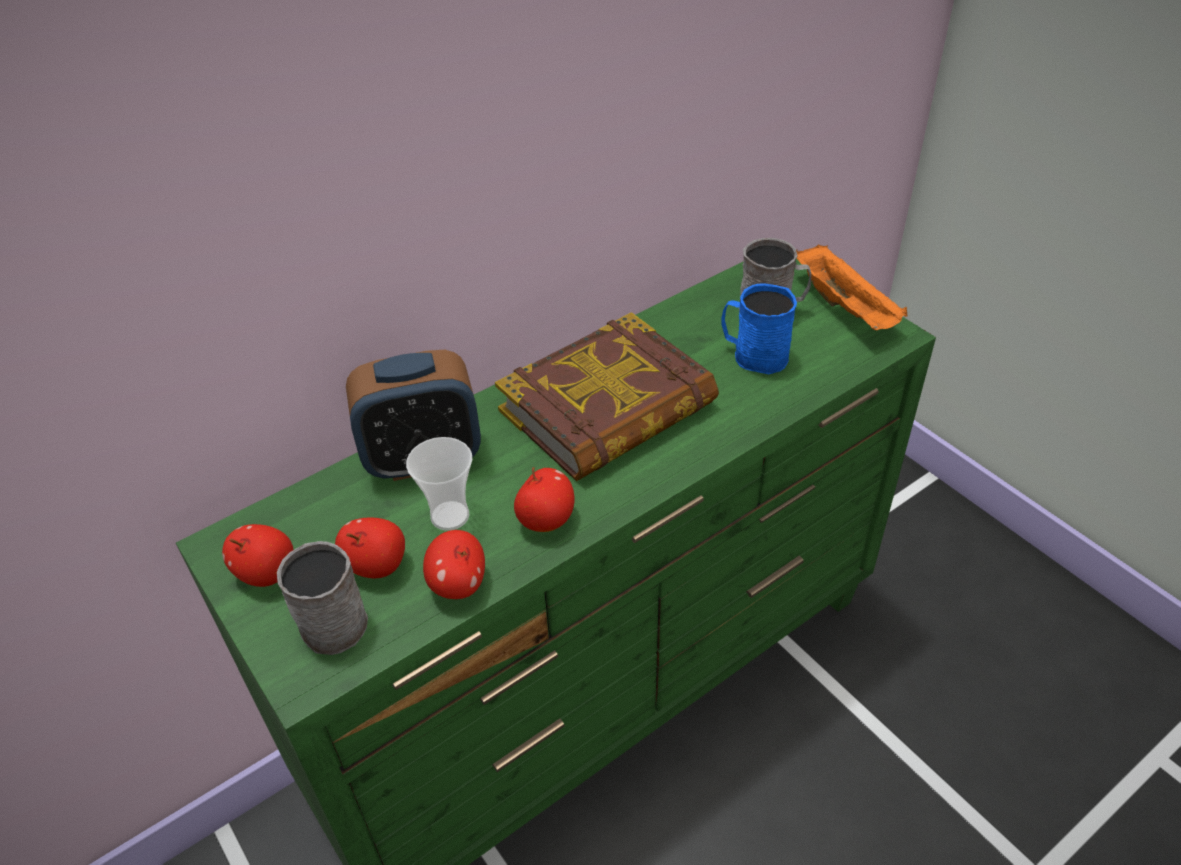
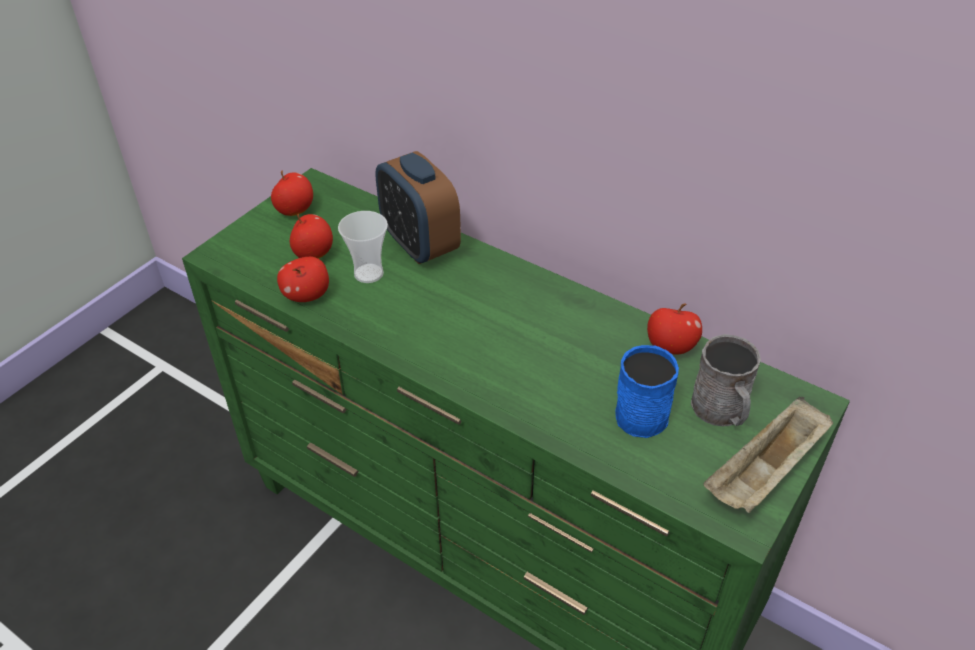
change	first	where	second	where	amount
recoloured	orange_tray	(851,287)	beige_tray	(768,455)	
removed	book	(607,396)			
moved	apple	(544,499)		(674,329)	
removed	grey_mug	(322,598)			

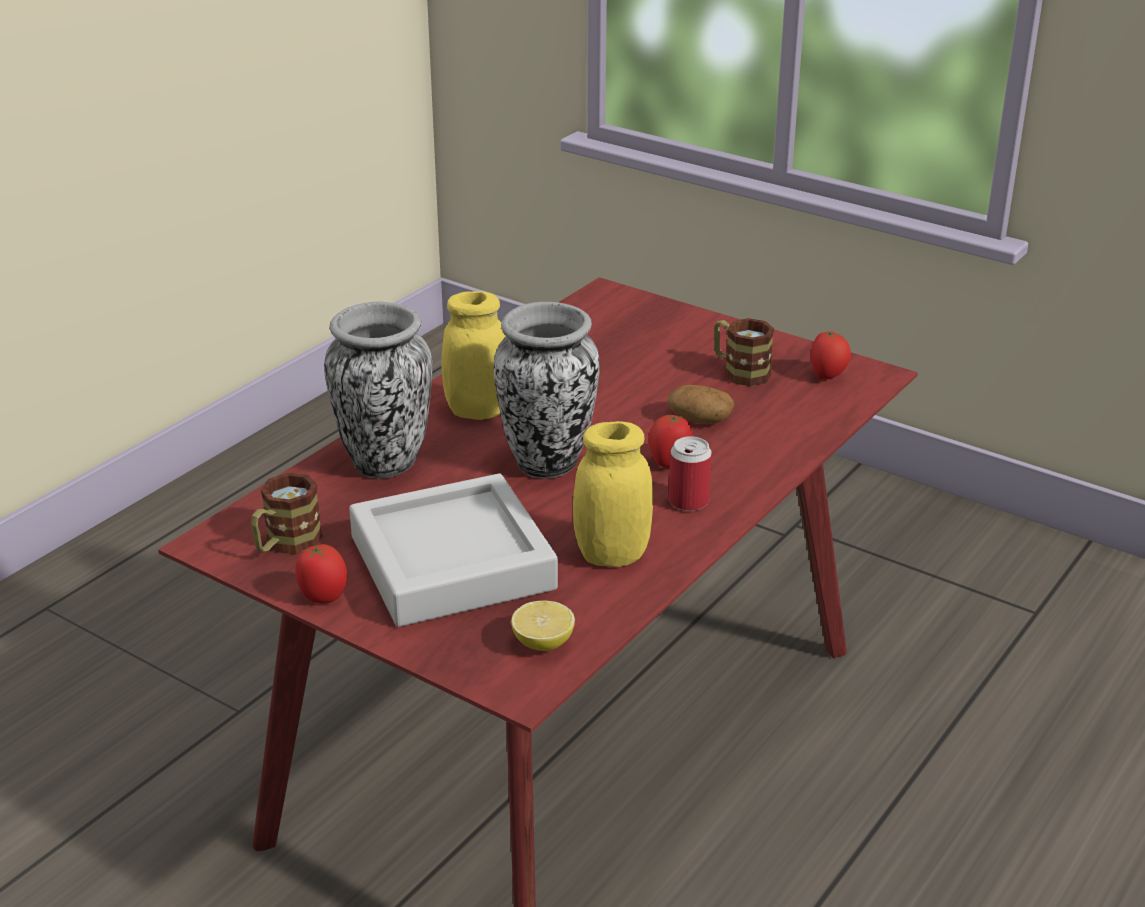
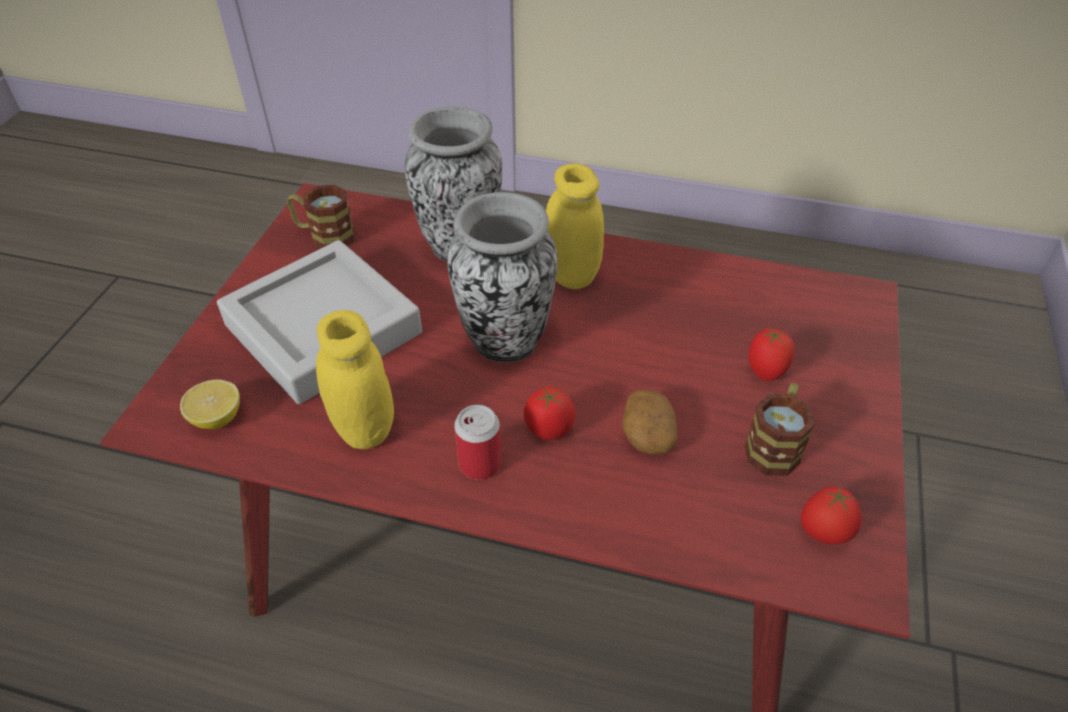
change	first	where	second	where	amount
moved	tomato	(321,573)		(772,354)	

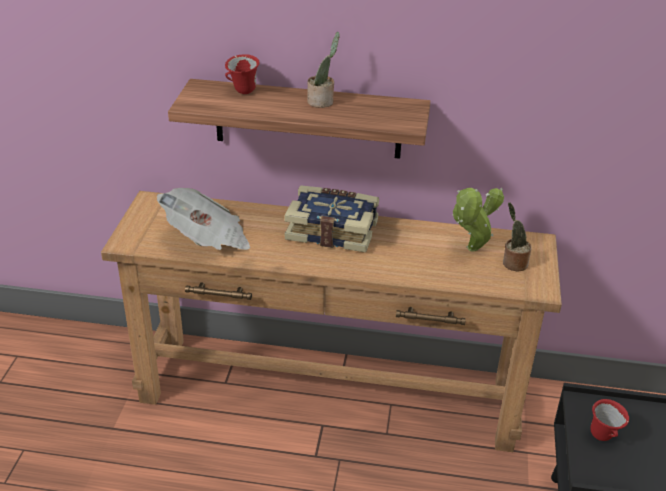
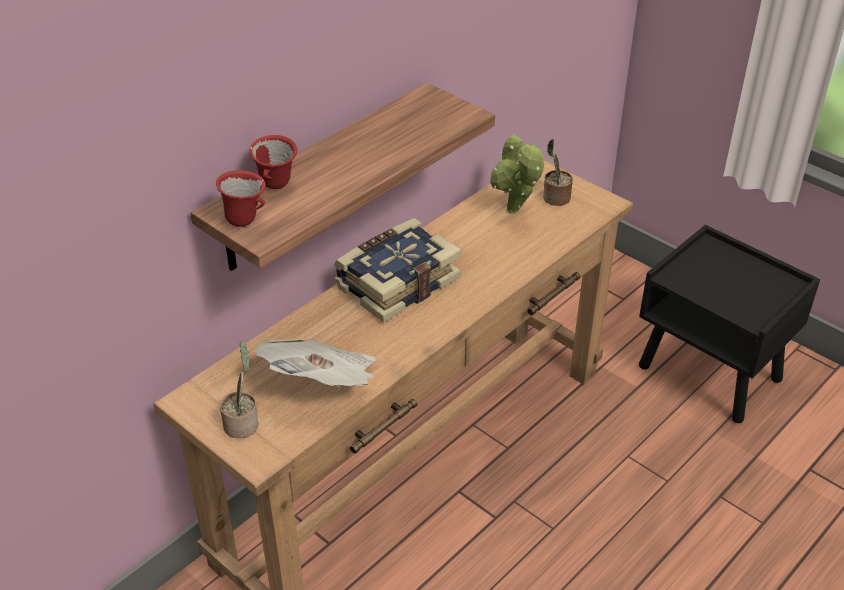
change	first	where	second	where	amount
moved	potted_plant	(323,70)		(239,389)	
moved	red_mug	(610,420)		(241,198)	

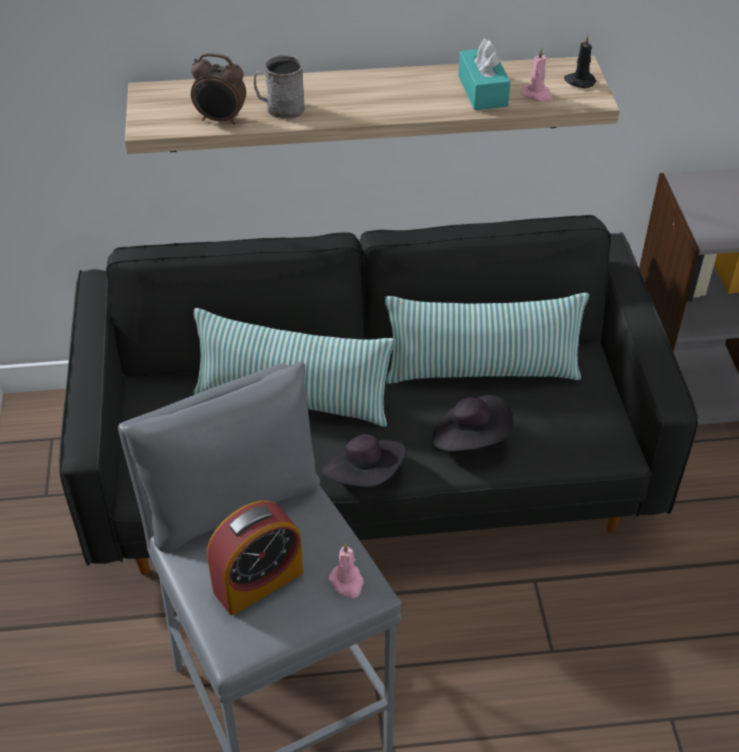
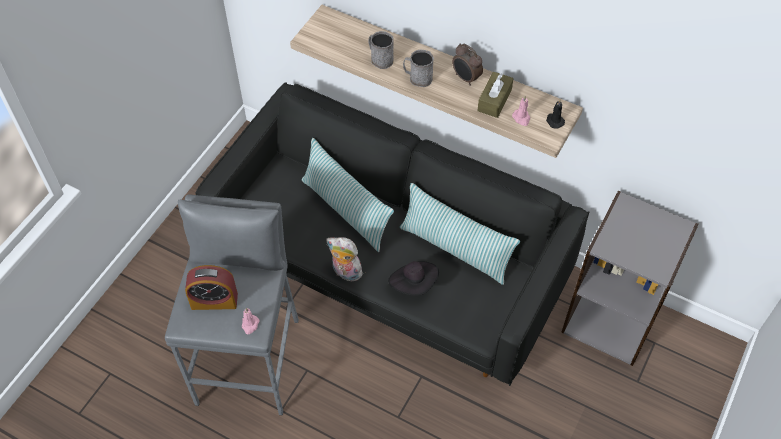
change	first	where	second	where	amount
recoloured	turquoise_tissue_box	(484,74)	brown_tissue_box	(495,95)	
moved	alarm_clock	(218,89)		(467,65)	
replaced	black_hat	(363,460)	plush_toy	(345,260)	
added			grey_mug	(418,68)	

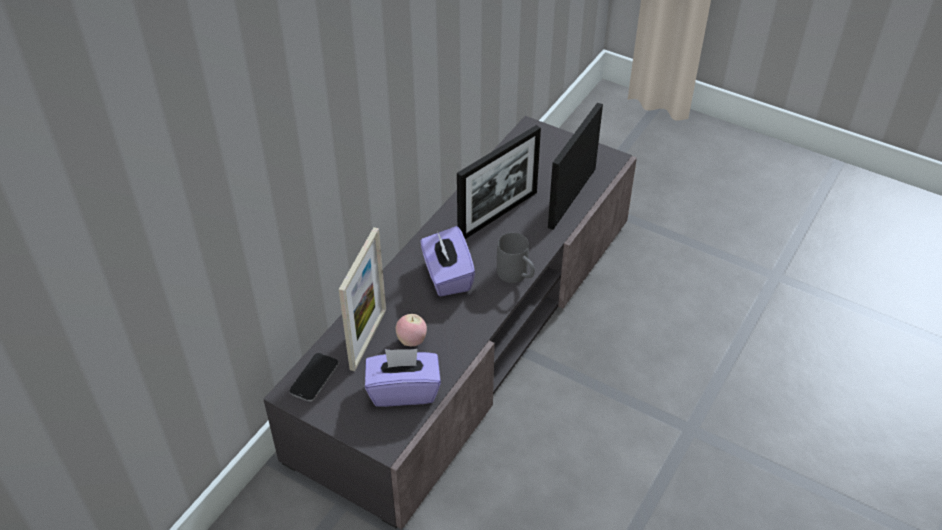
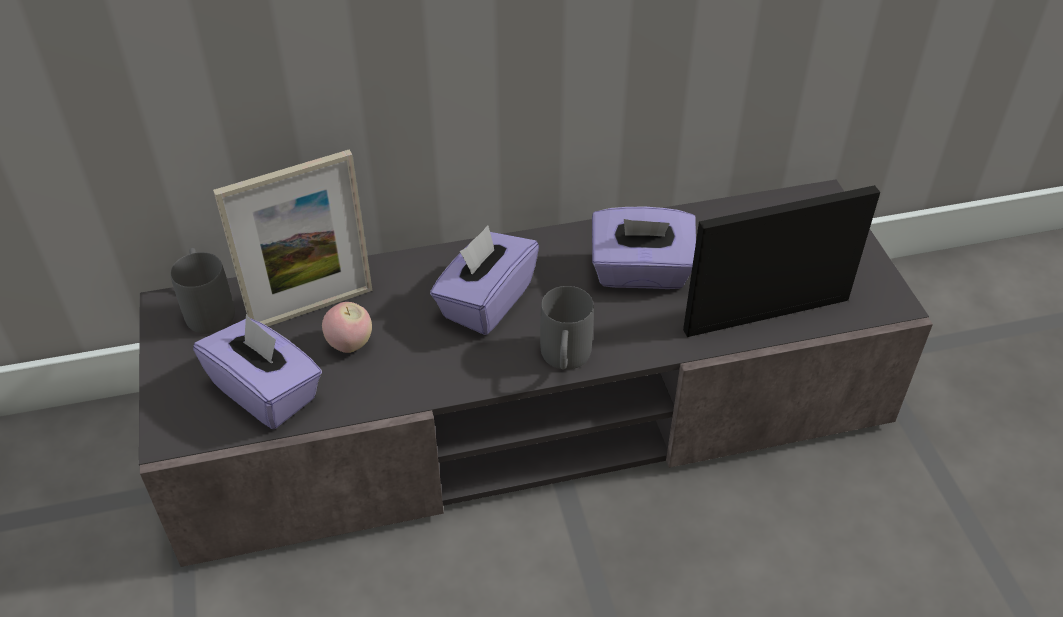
change	first	where	second	where	amount
replaced	picture_frame	(499,182)	purple_tissue_box	(644,247)	
replaced	phone	(314,377)	grey_mug	(202,291)	

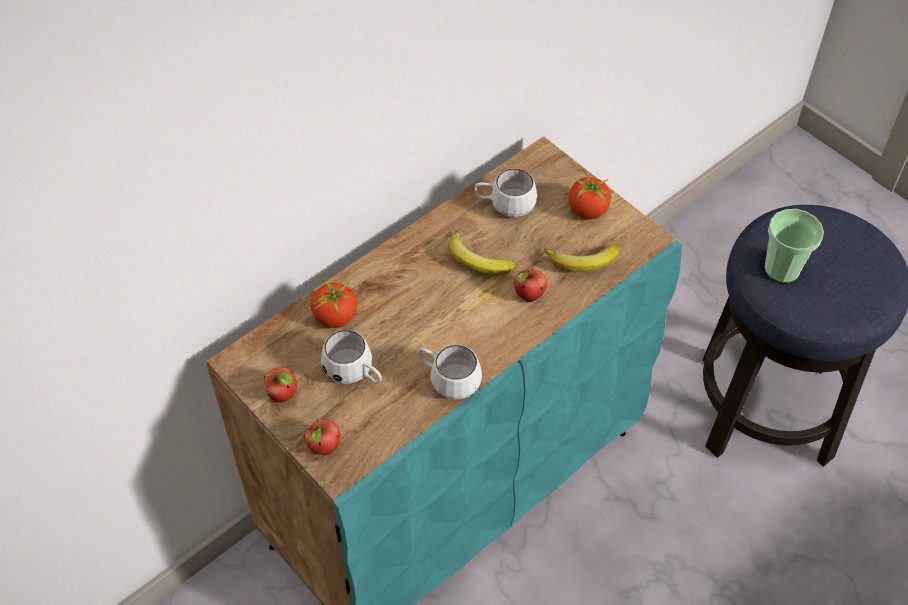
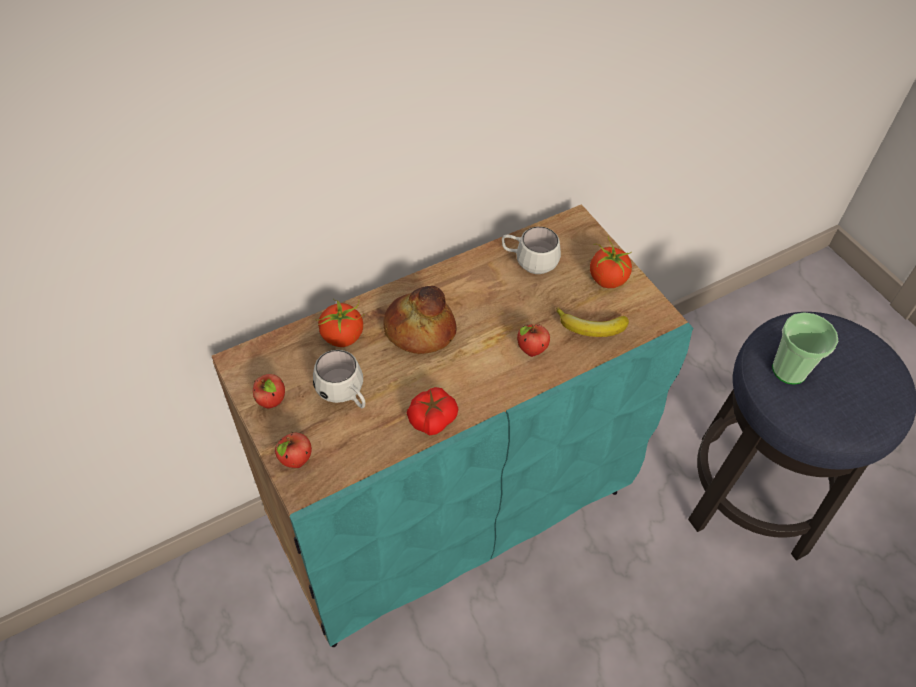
change	first	where	second	where	amount
removed	banana	(482,252)			
replaced	white_mug	(450,372)	tomato	(432,411)	
added			bread	(419,320)	

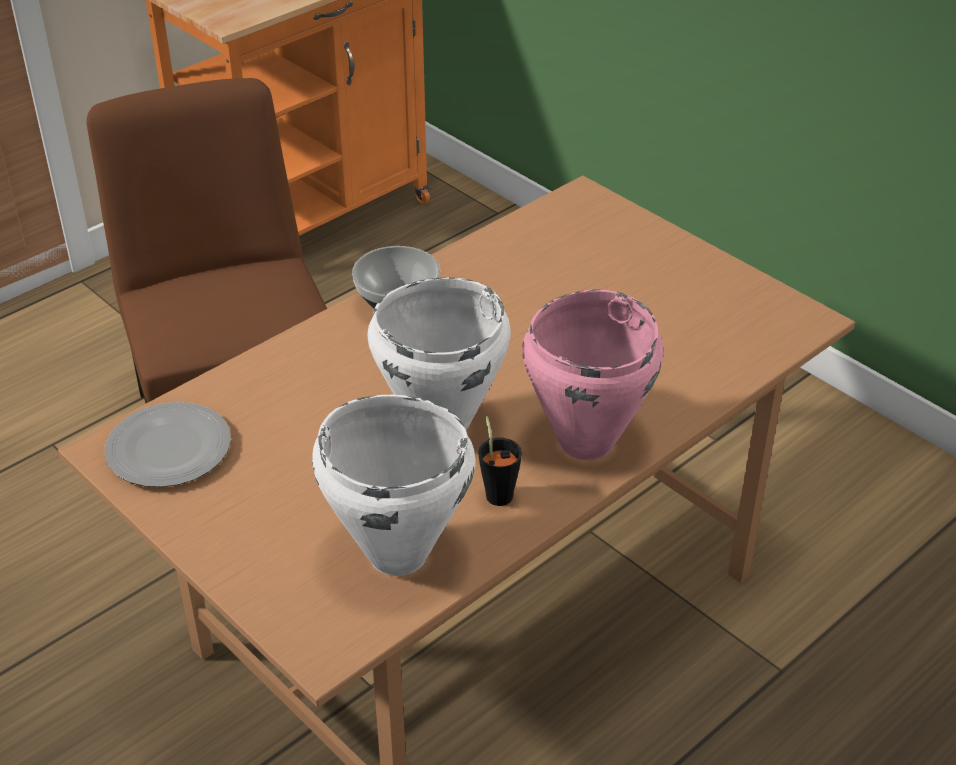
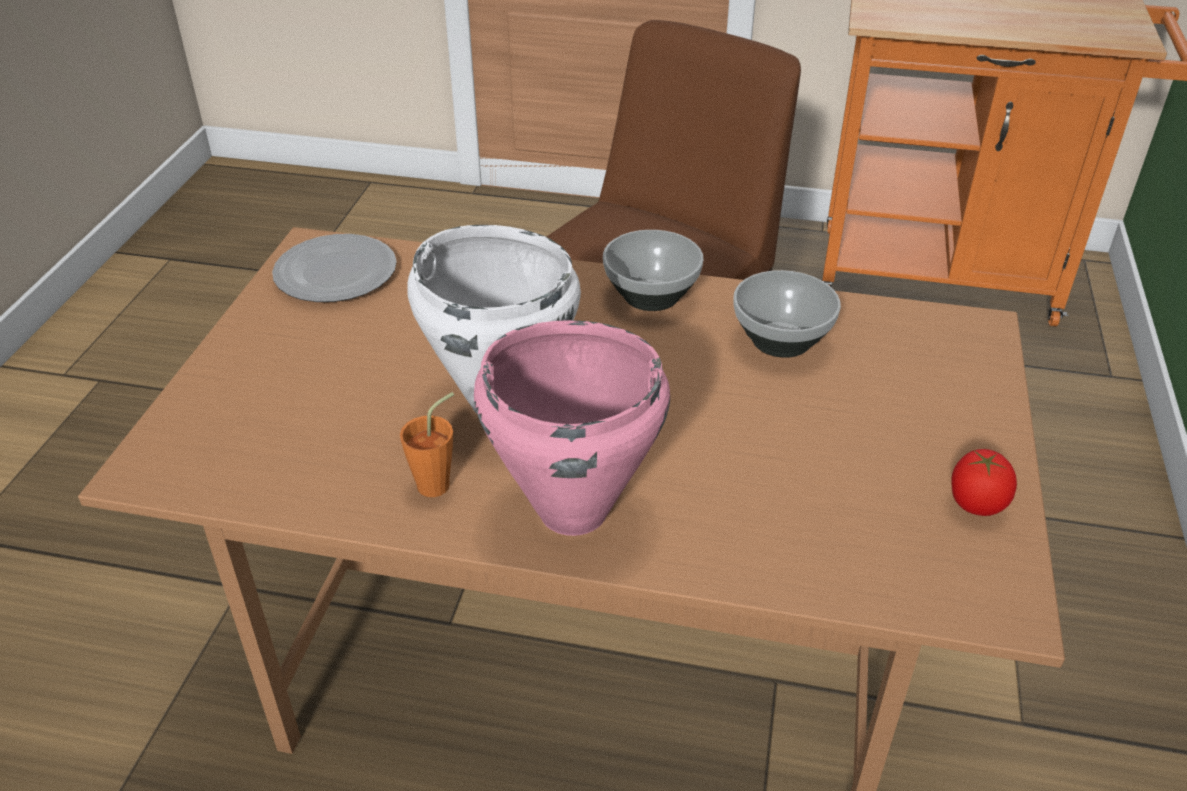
change	first	where	second	where	amount
removed	white_cooking_pot	(393,485)			
recoloured	black_cup	(500,461)	orange_cup	(427,444)	
added			bowl	(787,314)	
added			tomato	(984,482)	

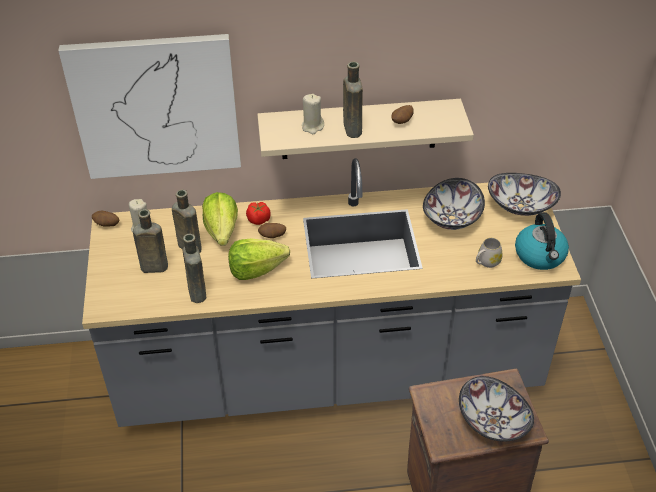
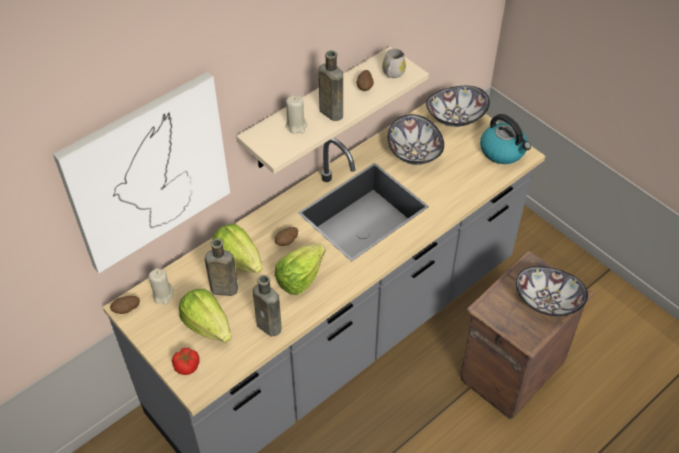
change	first	where	second	where	amount
moved	tomato	(258,213)		(186,361)	
replaced	brown_bottle	(150,241)	lettuce	(205,315)	
moved	white_mug	(489,253)		(394,63)	

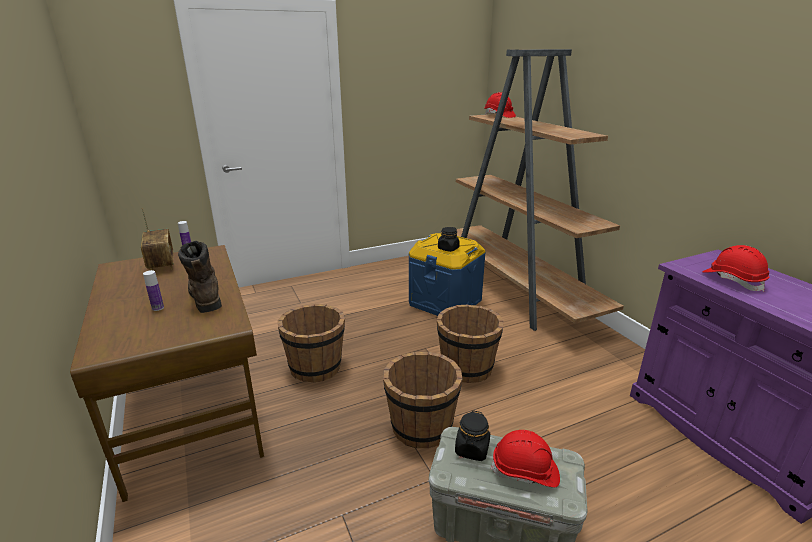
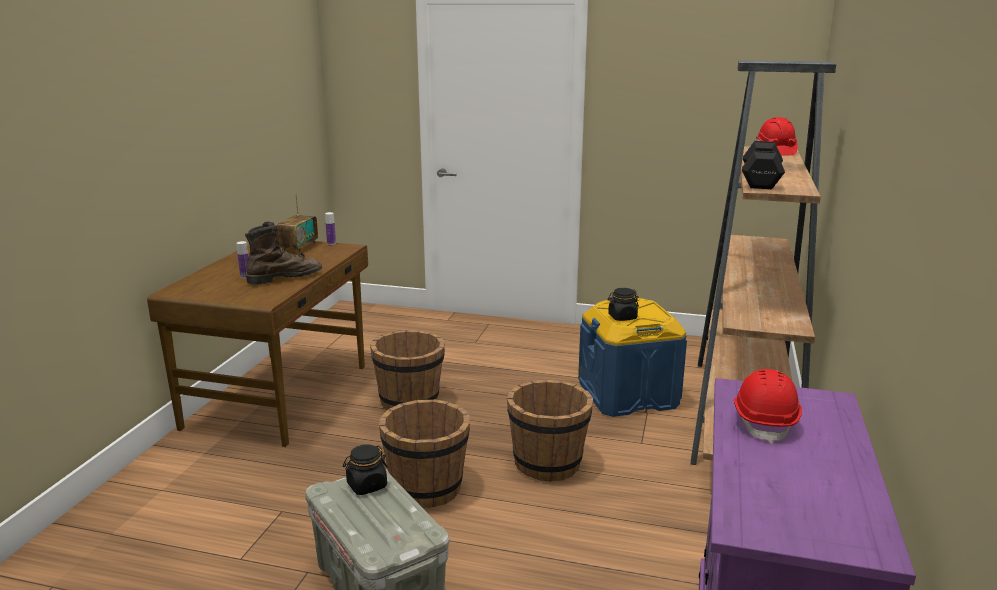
change	first	where	second	where	amount
turned	brown_boot	(200,277)		(283,253)	45 degrees clockwise
removed	red_hard_hat	(525,458)			
added			black_dumbbell	(763,165)	

